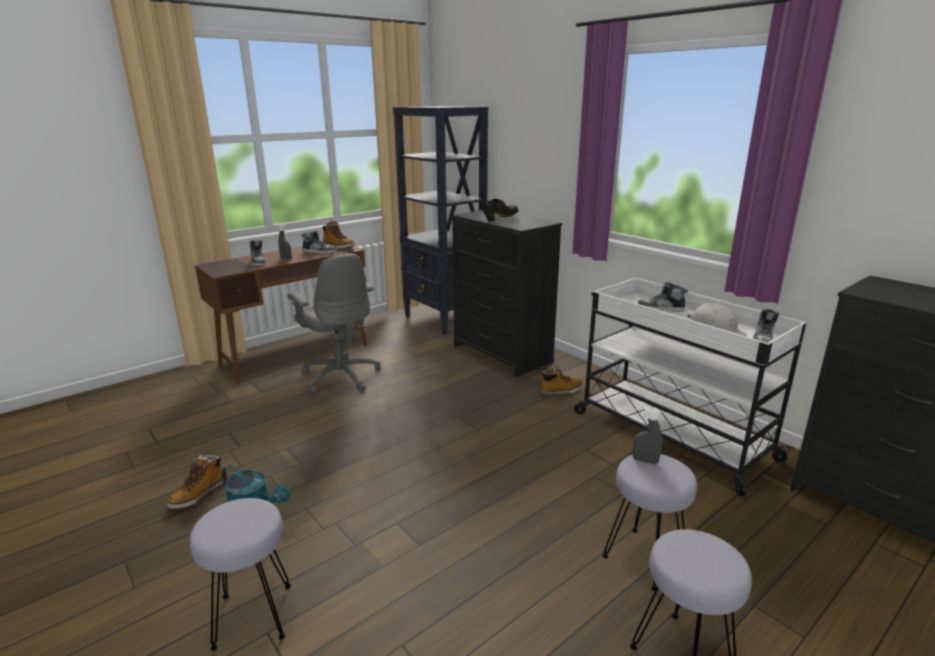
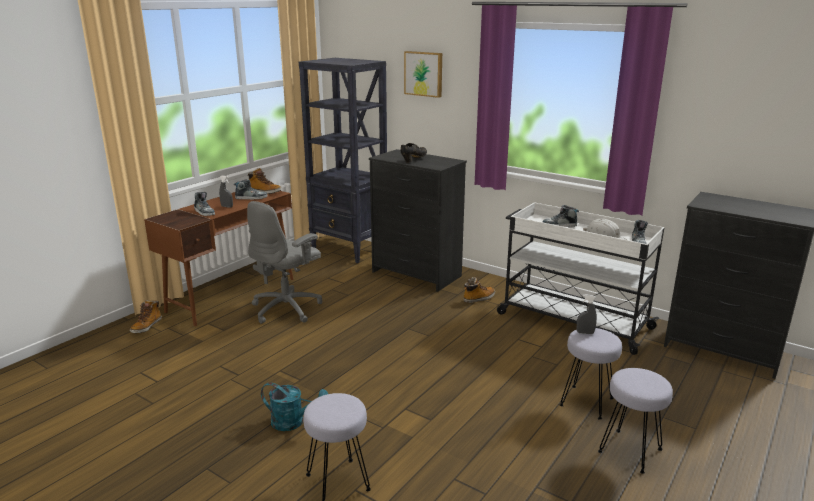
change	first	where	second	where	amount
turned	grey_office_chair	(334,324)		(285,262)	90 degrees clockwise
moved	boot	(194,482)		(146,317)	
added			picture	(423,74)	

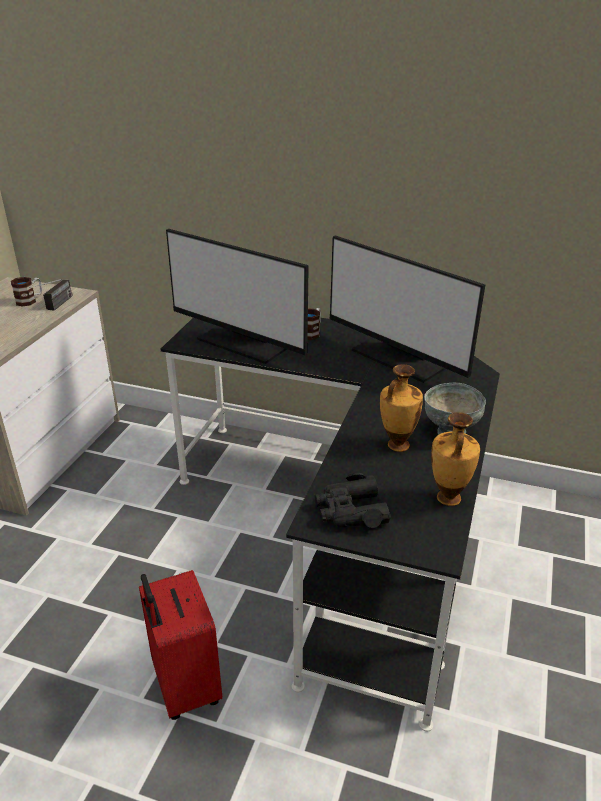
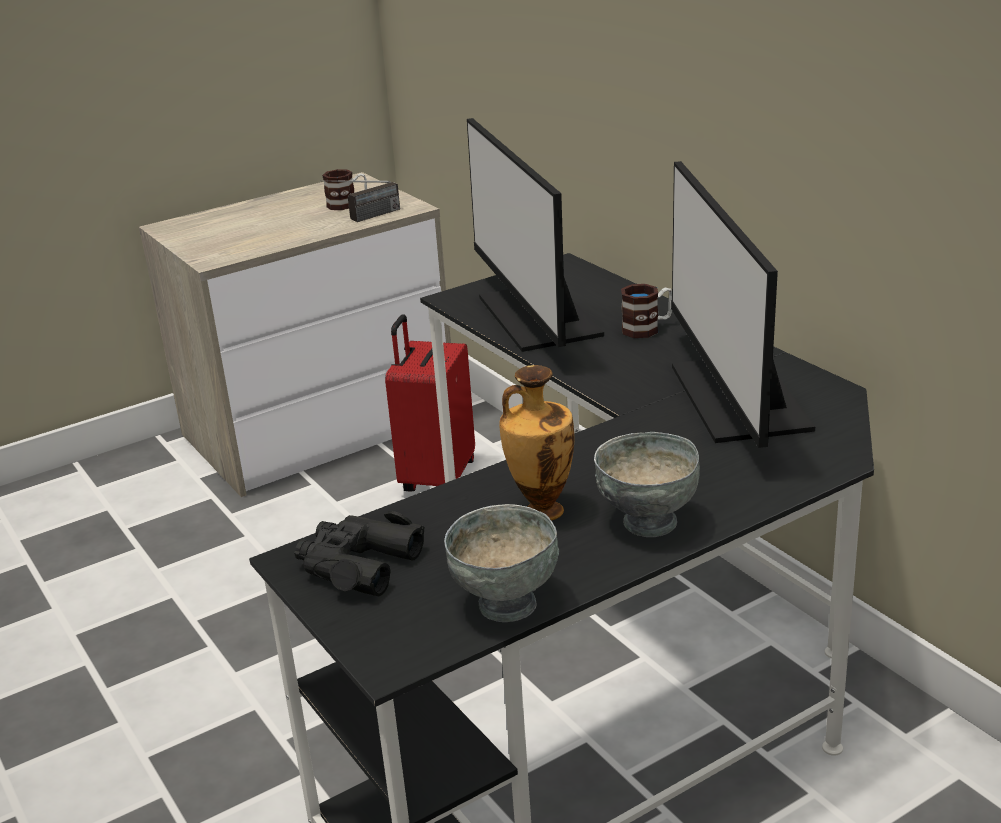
change	first	where	second	where	amount
replaced	vase	(455,459)	grey_bowl	(501,563)	
moved	red_suitcase	(180,645)		(430,402)	

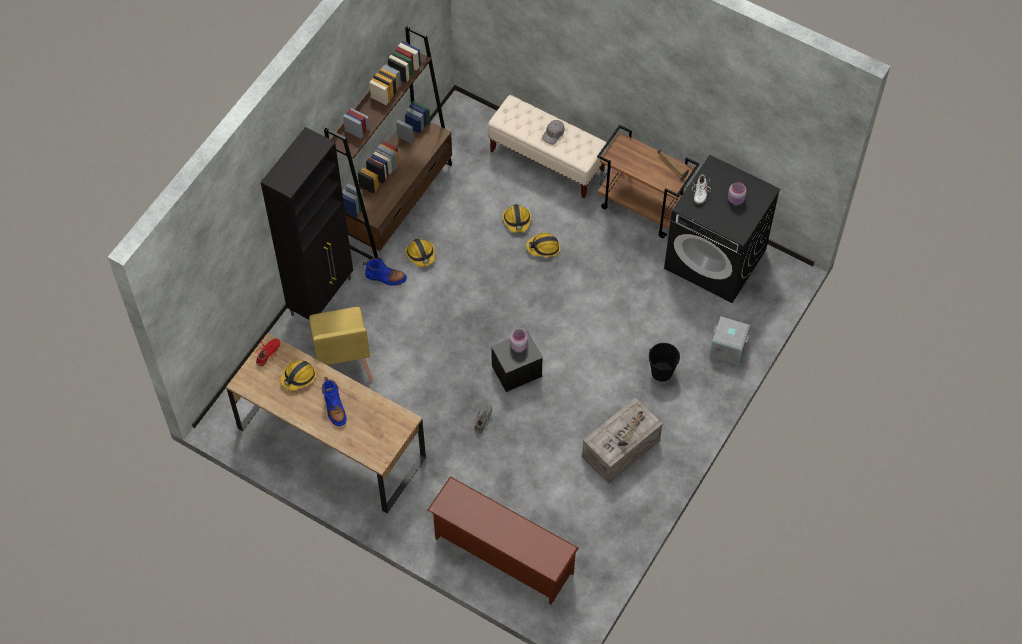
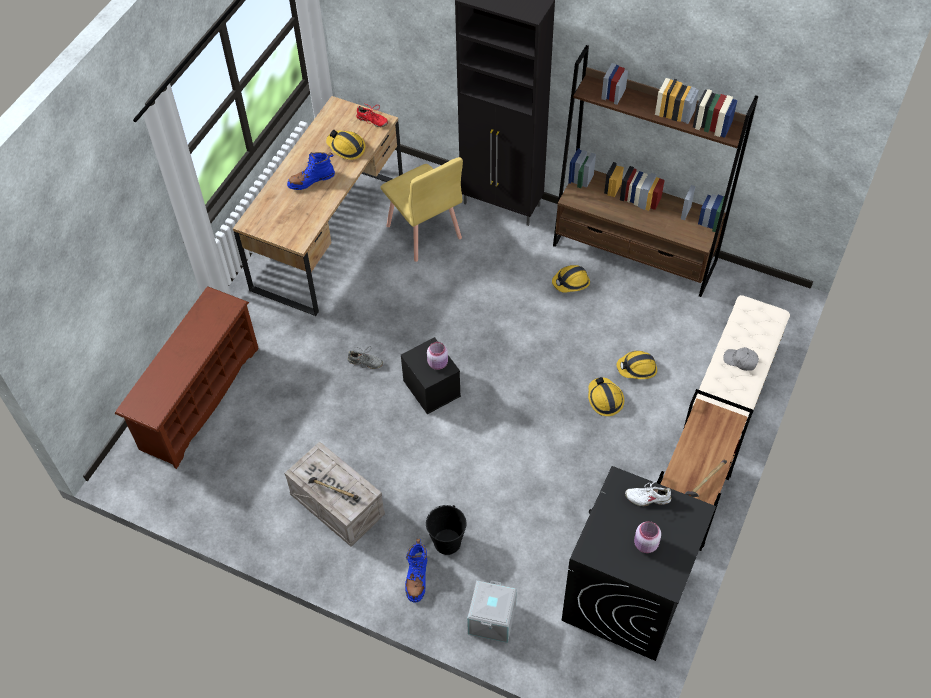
change	first	where	second	where	amount
moved	blue_boot	(385,271)		(416,570)	
turned	yellow_chair	(341,344)		(421,209)	105 degrees counterclockwise

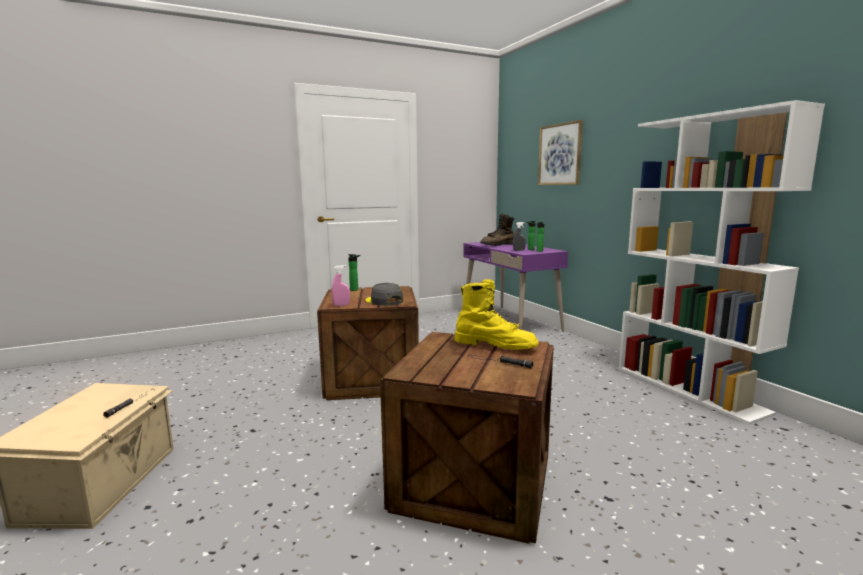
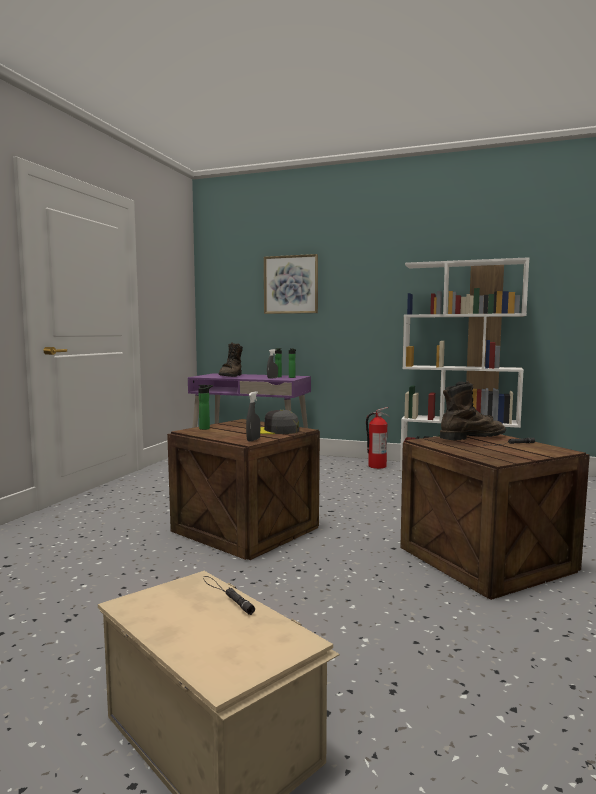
change	first	where	second	where	amount
recoloured	pink_spray_bottle	(341,285)	grey_spray_bottle	(253,416)	
recoloured	yellow_boot	(496,314)	brown_boot	(473,410)	
added			fire_extinguisher	(378,438)	

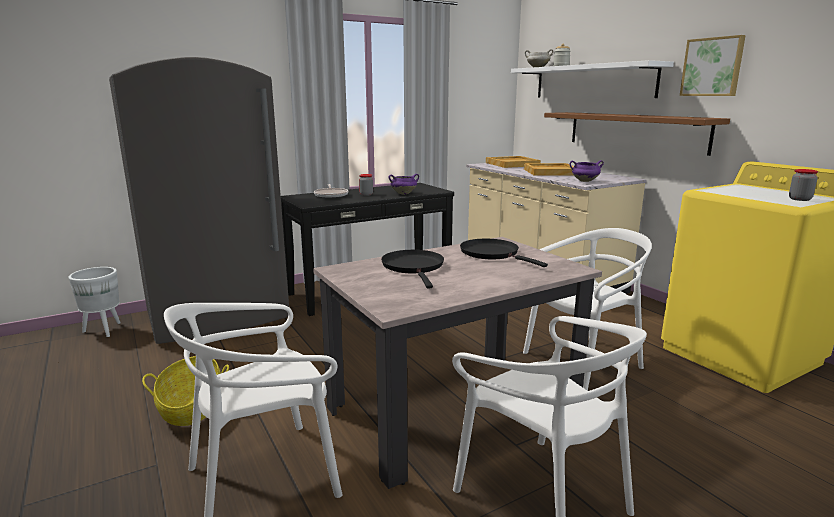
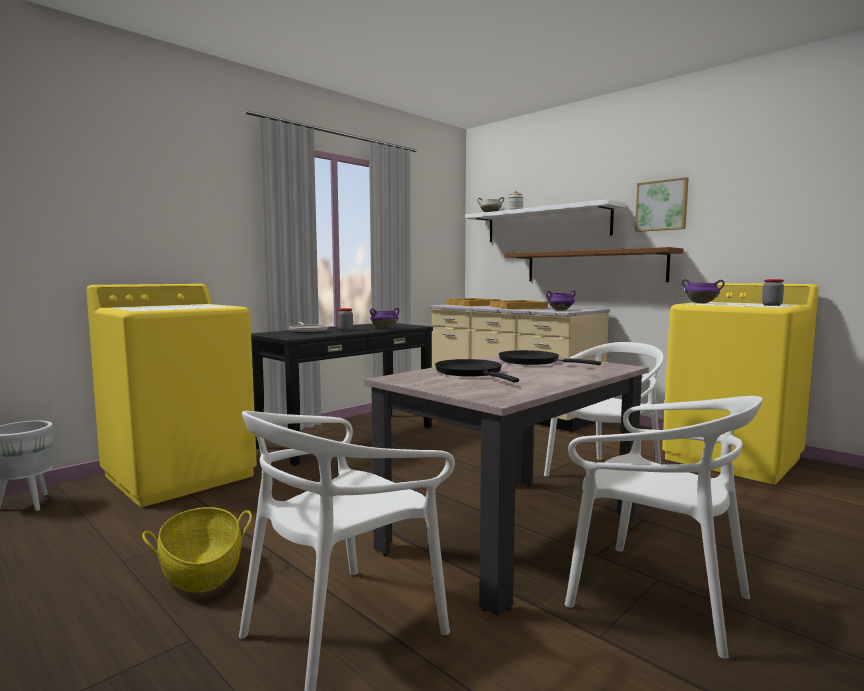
change	first	where	second	where	amount
replaced	grey_fridge	(199,200)	yellow_washing_machine	(171,395)	
added			purple_cooking_pot	(703,291)	

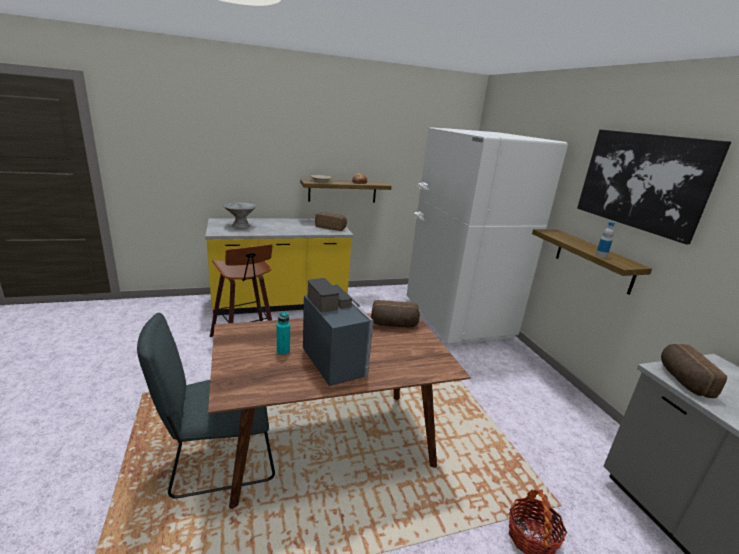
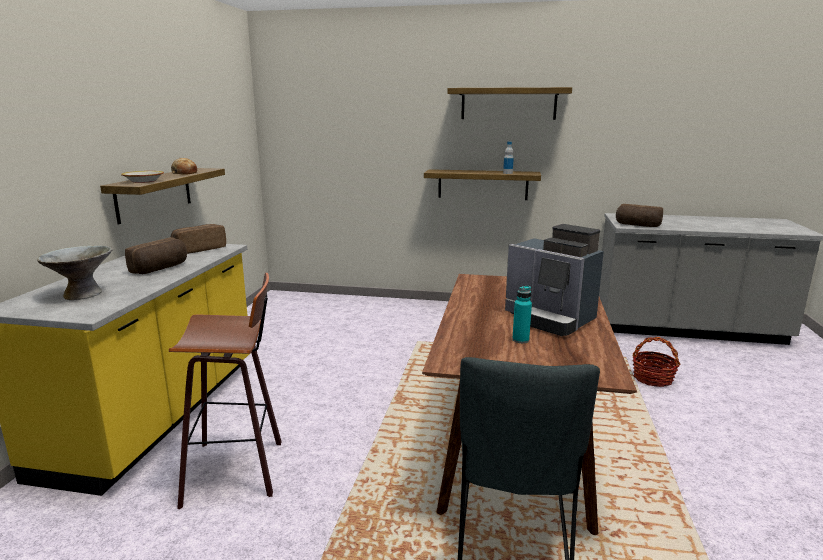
change	first	where	second	where	amount
removed	white_fridge	(487,235)			
replaced	picture	(654,186)	shelf	(509,103)	
turned	coffee_machine	(338,332)		(554,280)	135 degrees counterclockwise
moved	bread	(395,313)		(156,255)	

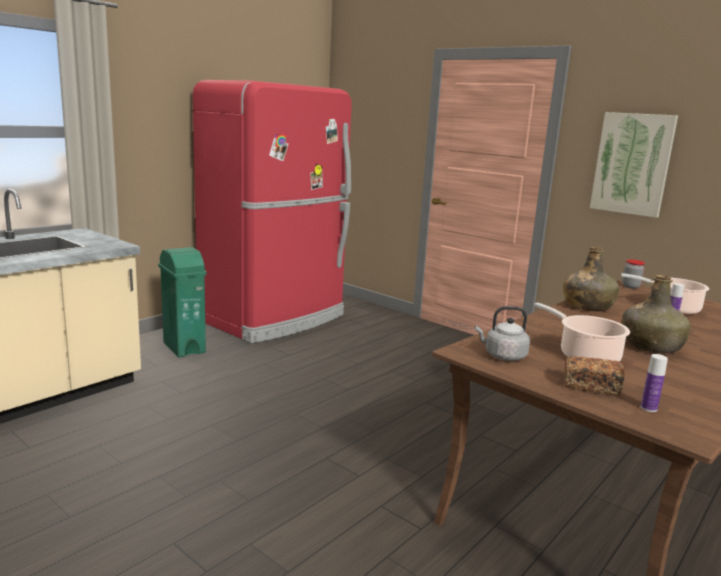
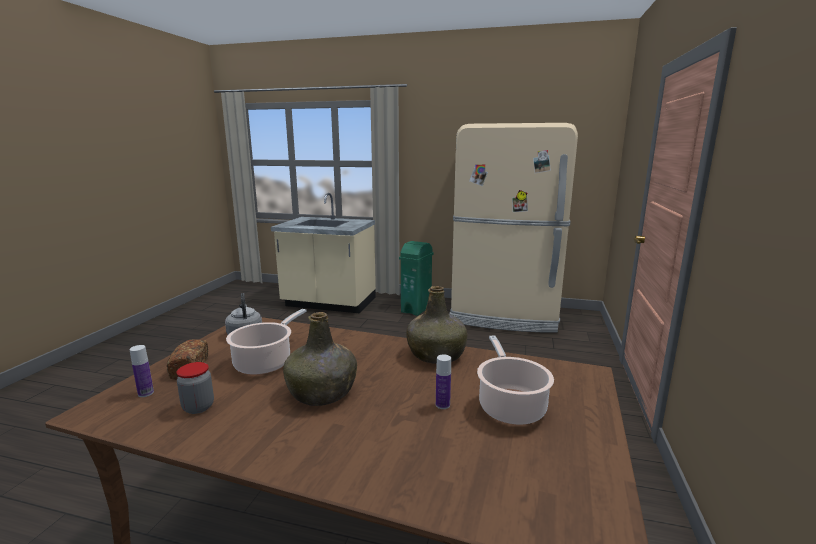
change	first	where	second	where	amount
recoloured	red_fridge	(272,211)	beige_fridge	(513,228)	
removed	picture	(634,165)			
moved	jar	(633,274)		(195,388)	

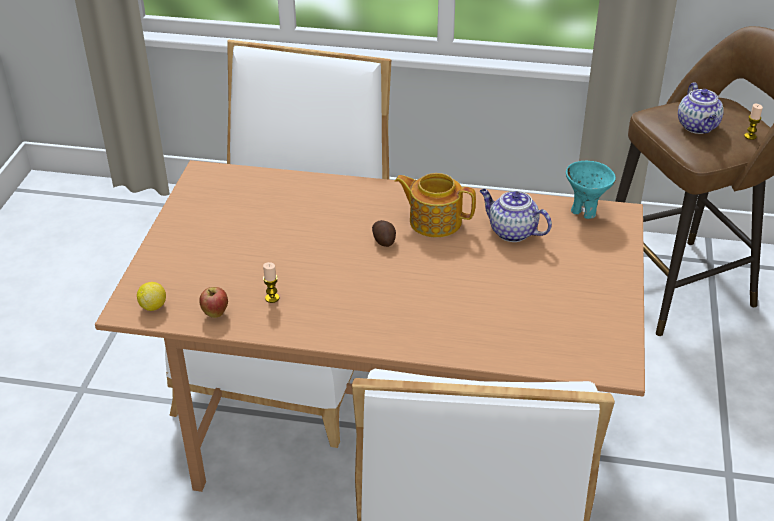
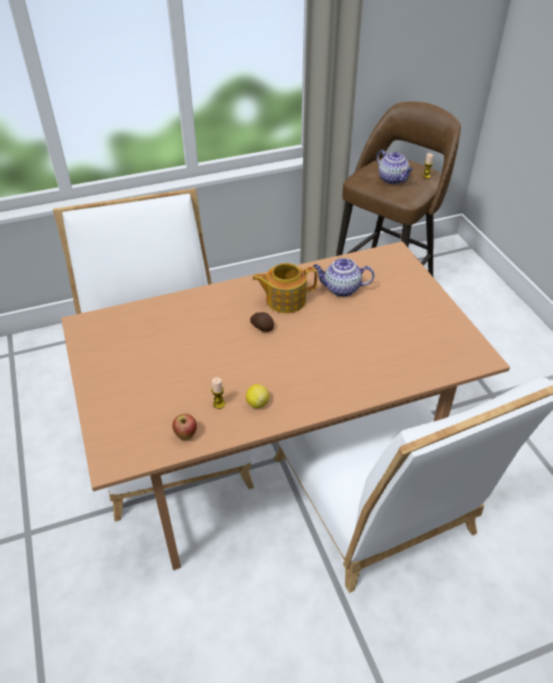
change	first	where	second	where	amount
removed	turquoise_bowl	(591,190)			
moved	lemon	(151,296)		(257,396)	

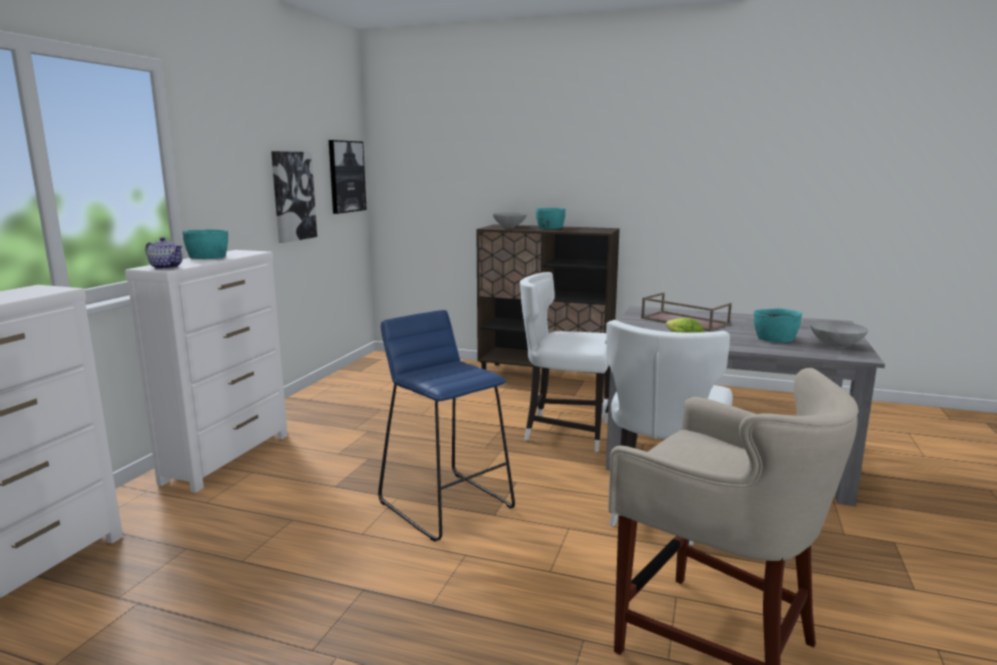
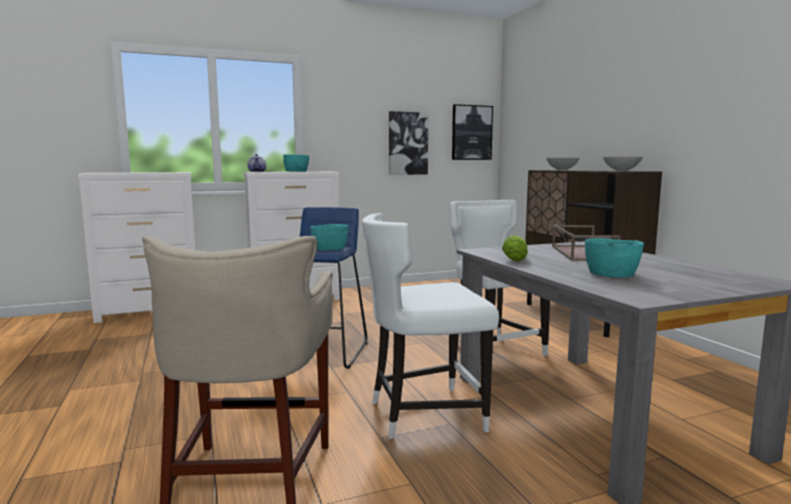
change	first	where	second	where	amount
moved	turquoise_bowl	(551,218)		(329,237)	
moved	grey_bowl	(839,334)		(623,164)	

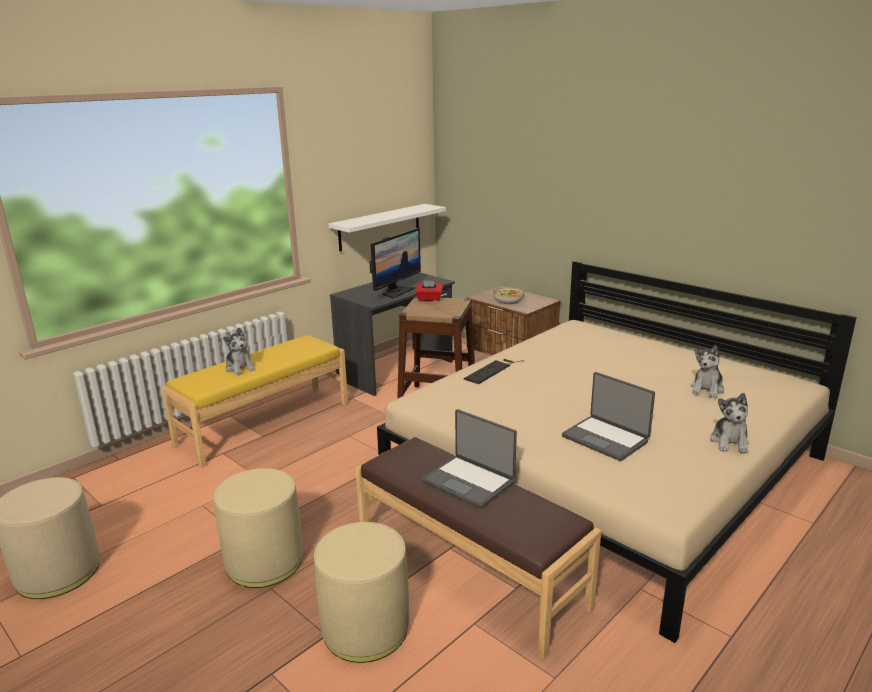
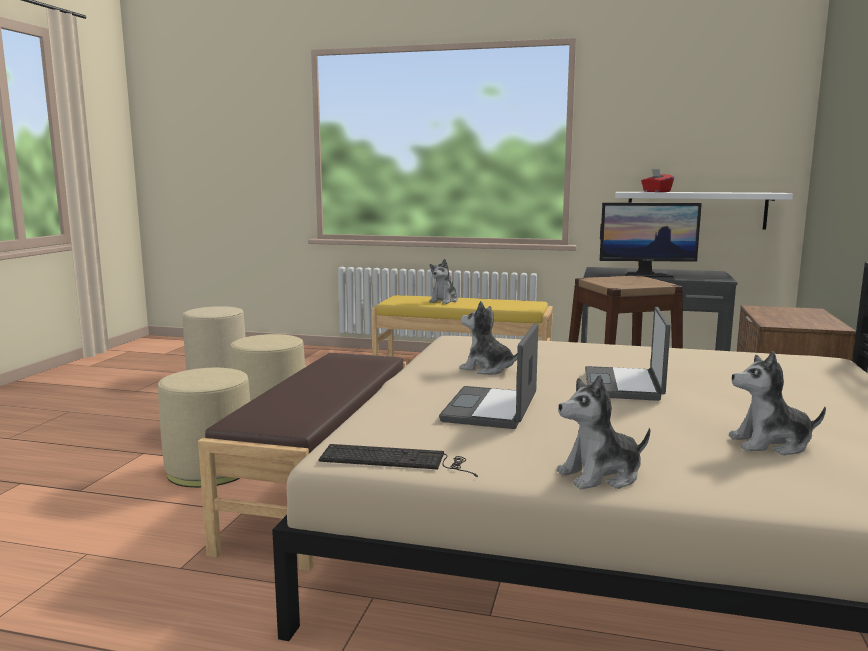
change	first	where	second	where	amount
moved	red_tissue_box	(429,290)		(657,180)	
removed	bowl	(509,296)			
moved	keyboard	(494,371)		(398,460)	
moved	laptop	(469,459)		(628,354)	
added			plush_toy	(488,338)	

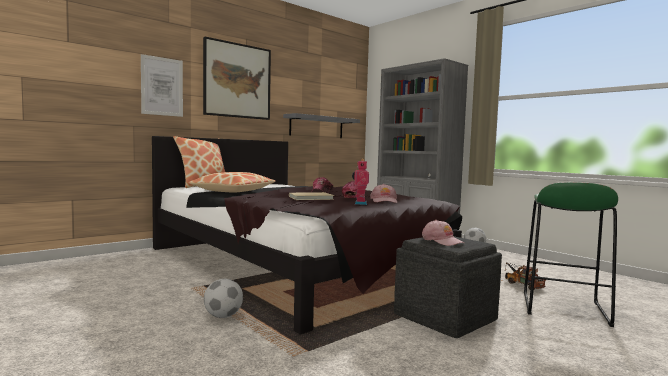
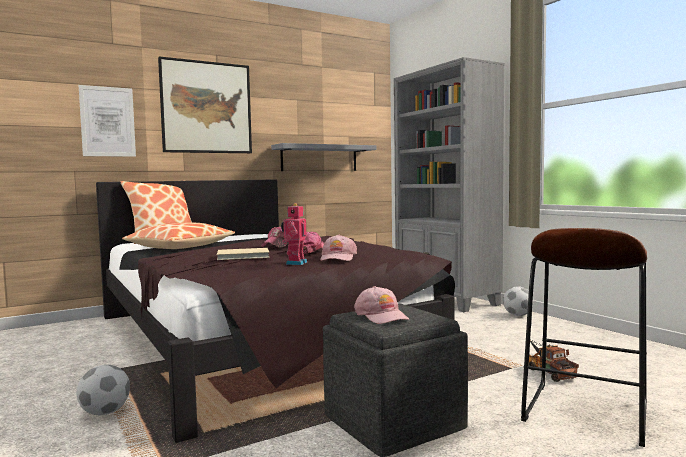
change	first	where	second	where	amount
recoloured	green_stool	(571,254)	brown_stool	(584,337)	

